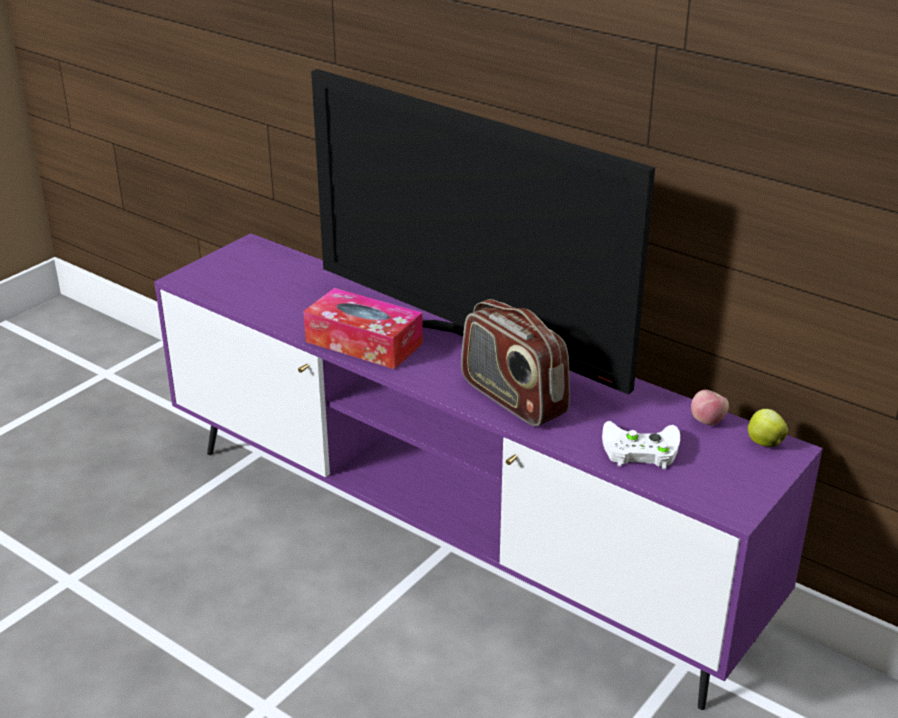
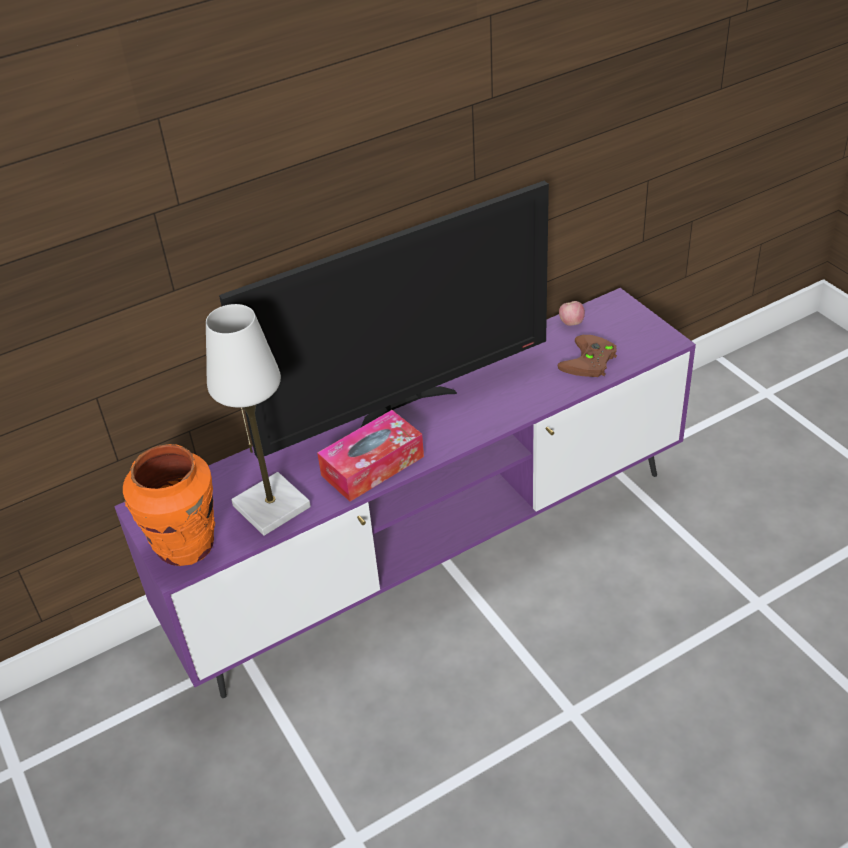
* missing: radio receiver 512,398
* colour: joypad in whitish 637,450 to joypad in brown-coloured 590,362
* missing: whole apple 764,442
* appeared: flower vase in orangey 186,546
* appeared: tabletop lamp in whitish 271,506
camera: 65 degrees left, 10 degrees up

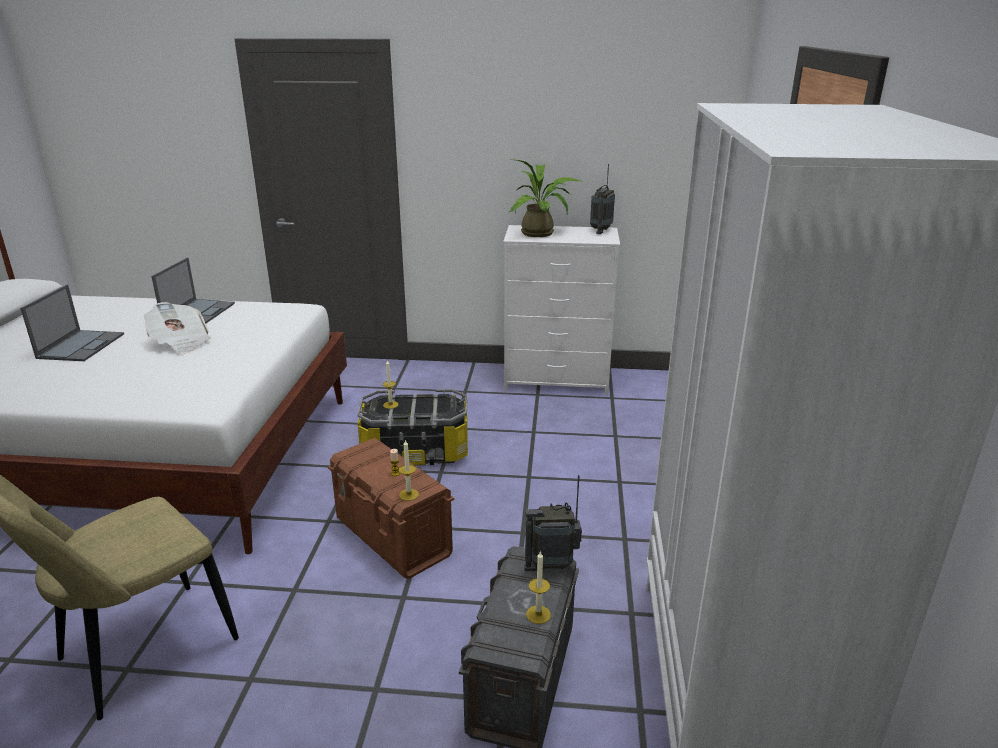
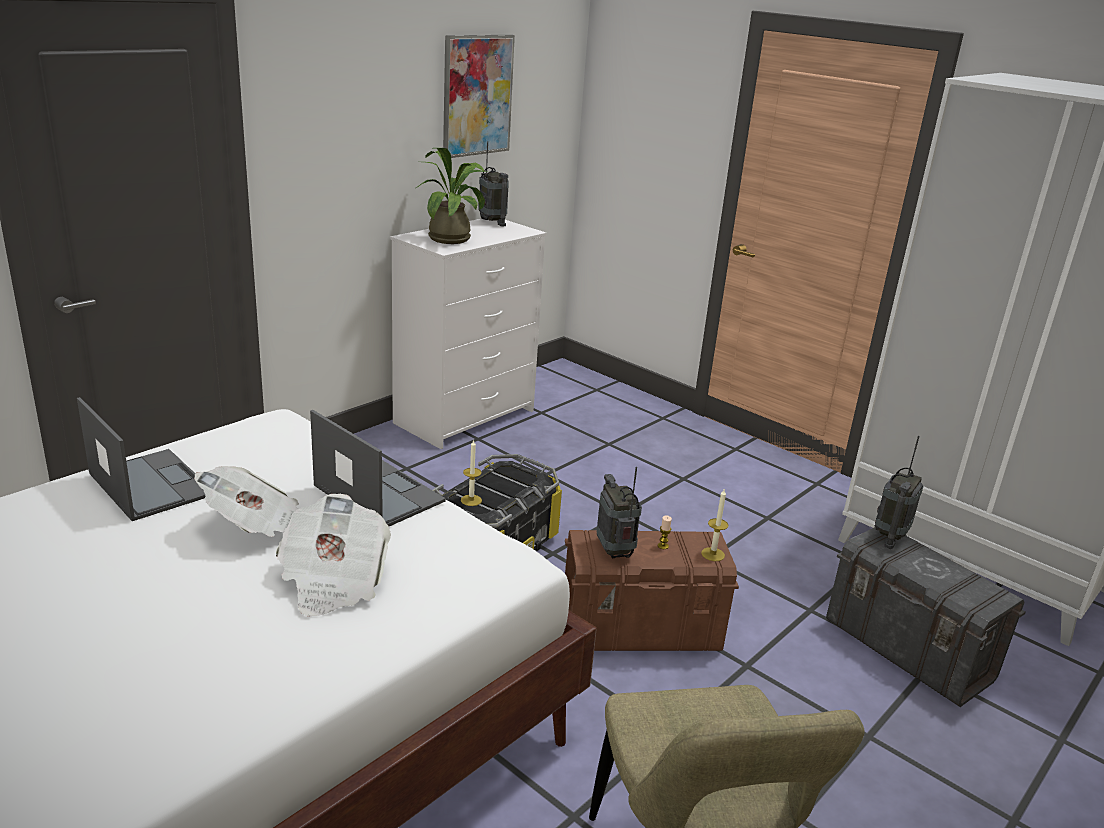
* relocated: notebook computer 81,345 to 377,493
* missing: wax candle 538,614
* appeared: daily paper 333,581
* appeared: wall picture 477,95
* appeared: radio receiver 614,552
camera: 55 degrees left, 0 degrees up

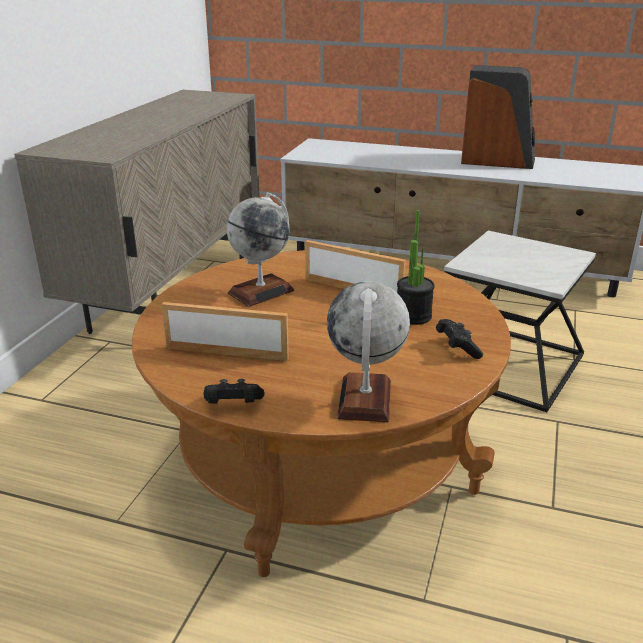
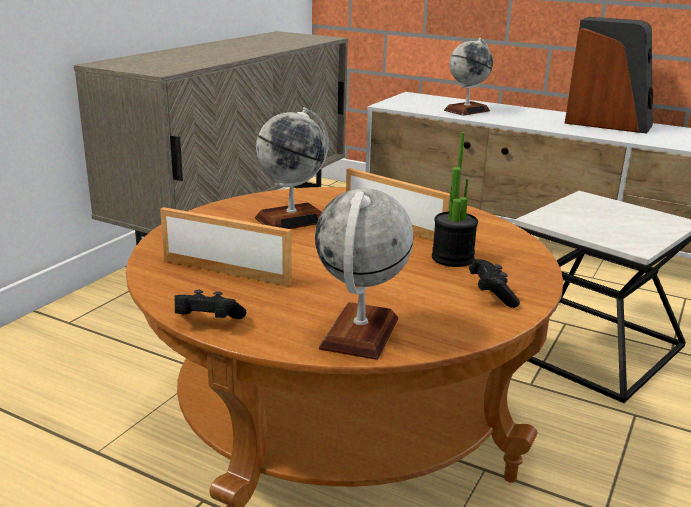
* appeared: globe 467,110
camera: 10 degrees right, 5 degrees down

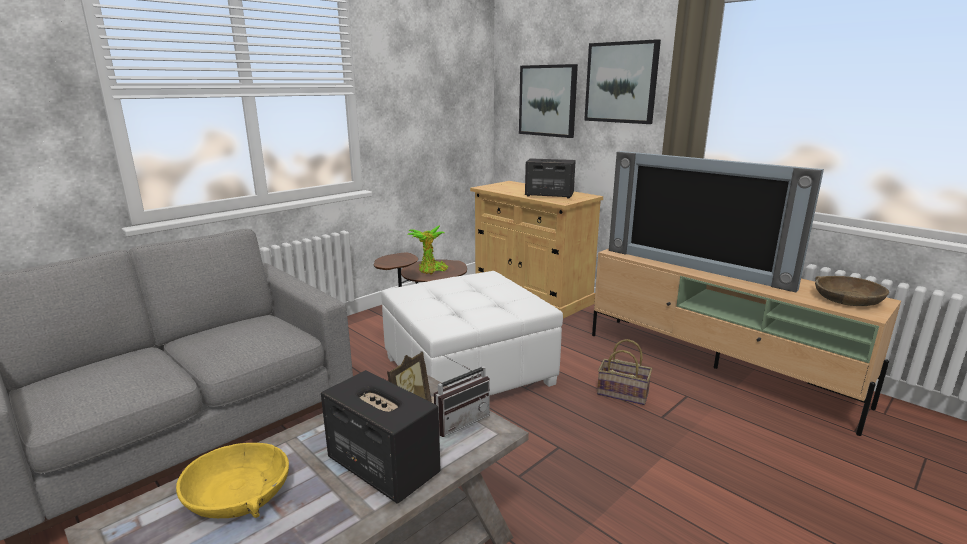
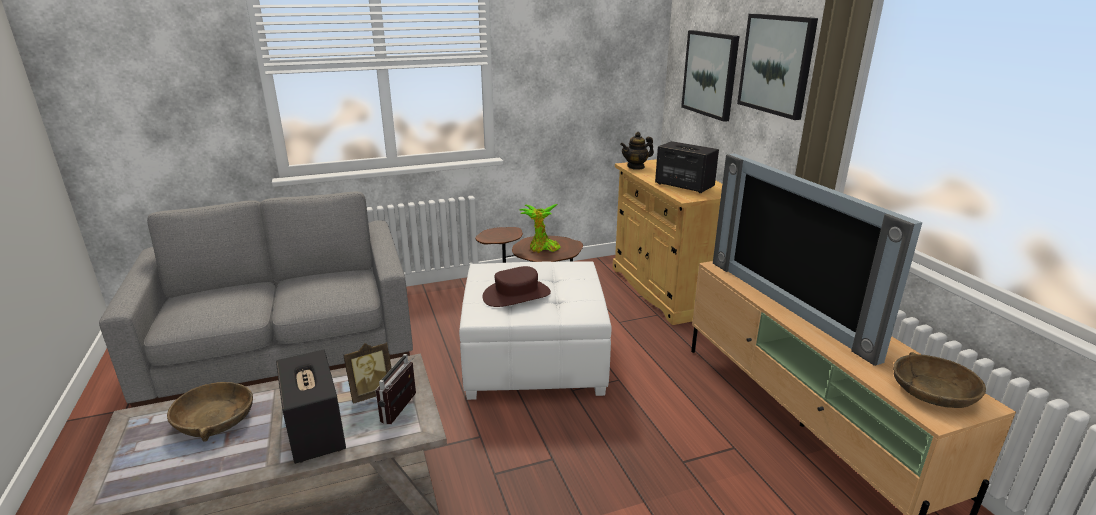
* colour: serving bowl in yellow 238,493 to serving bowl in brown-coloured 215,420
* spun: radio receiver 459,420 = 404,410 120 degrees clockwise
* missing: basket 624,393
* appeared: clothing hat in brown-coloured 516,295
* appeared: teapot 636,167
camera: 25 degrees right, 5 degrees up

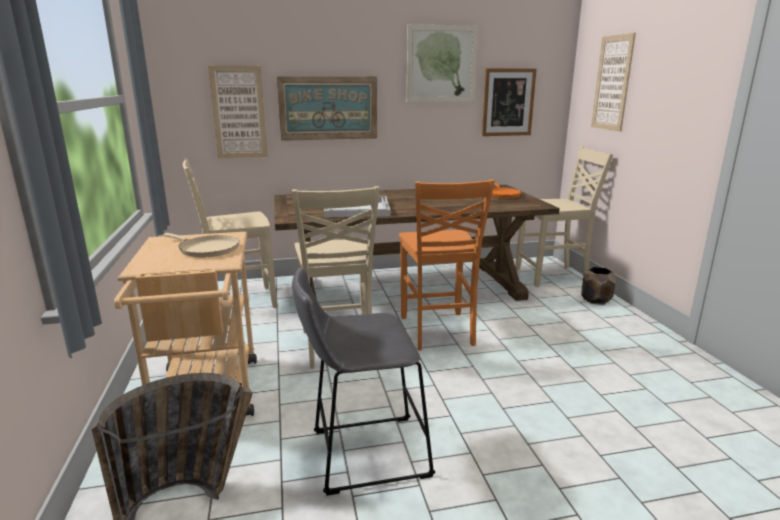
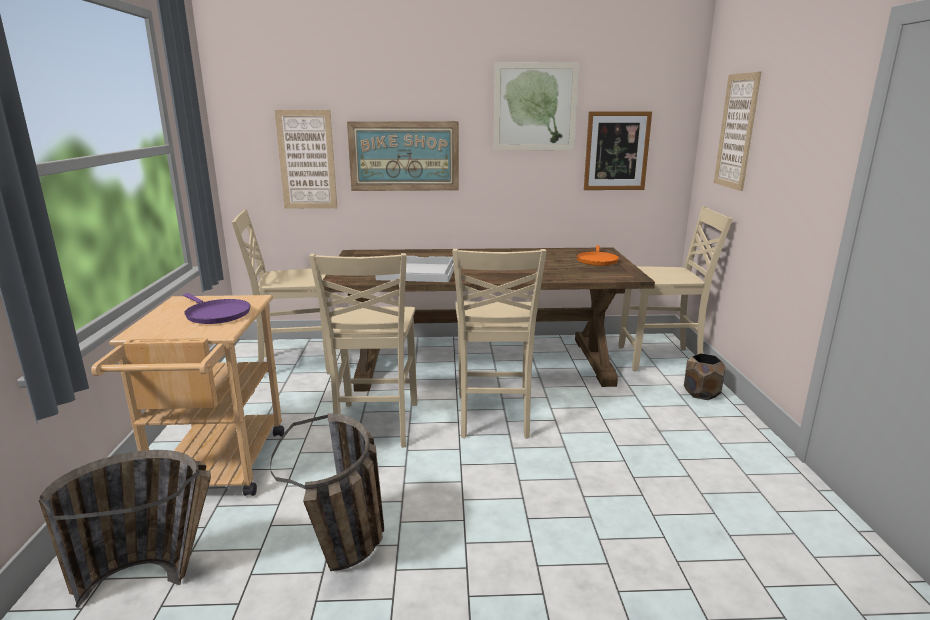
* colour: frying pan in sand-coloured 206,249 to frying pan in purple-coloured 216,314
* exchanged: sitting stool in grey 363,454 to basket 348,553
* colour: upright chair in orangey 438,331 to upright chair in sand-coloured 493,417
camera: 10 degrees right, 0 degrees up

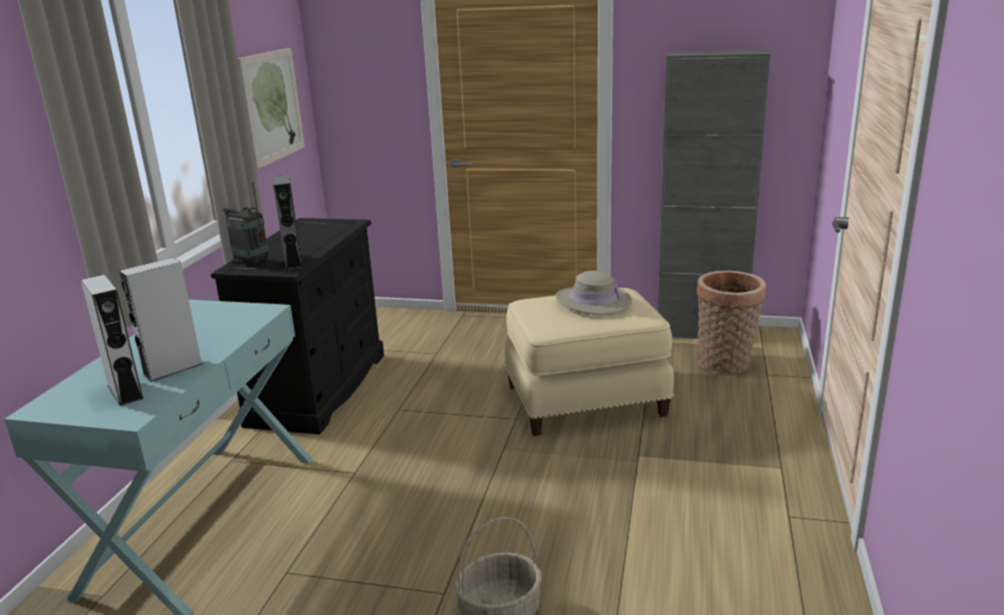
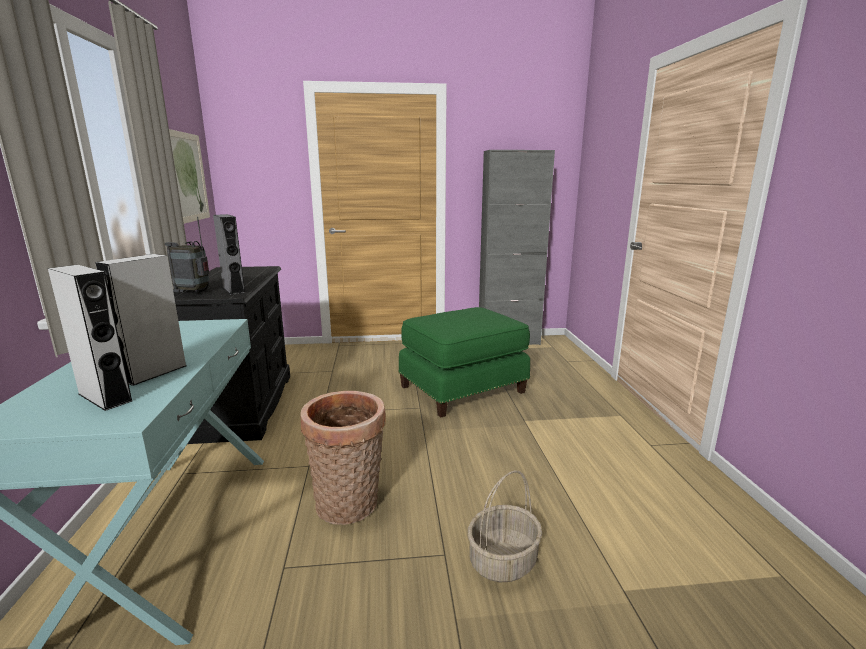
* colour: ottoman in sand-coloured 586,401 to ottoman in greenish 463,390
* missing: clothing hat in sand-coloured 593,301
* relocated: basket 725,365 to 349,506
camera: 20 degrees left, 5 degrees down

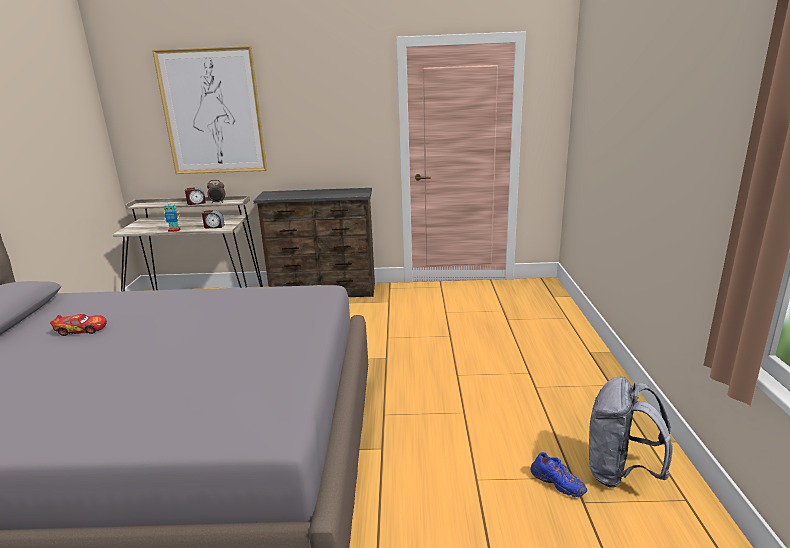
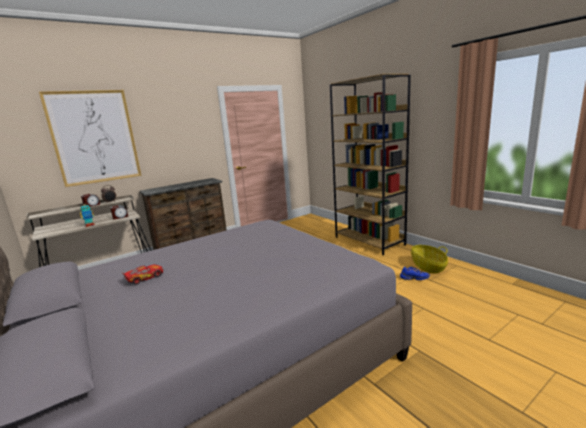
* exchanged: backpack in grey 619,473 to basket 428,266
* appeared: bookshelf in brown-coloured 369,241
camera: 35 degrees left, 5 degrees down

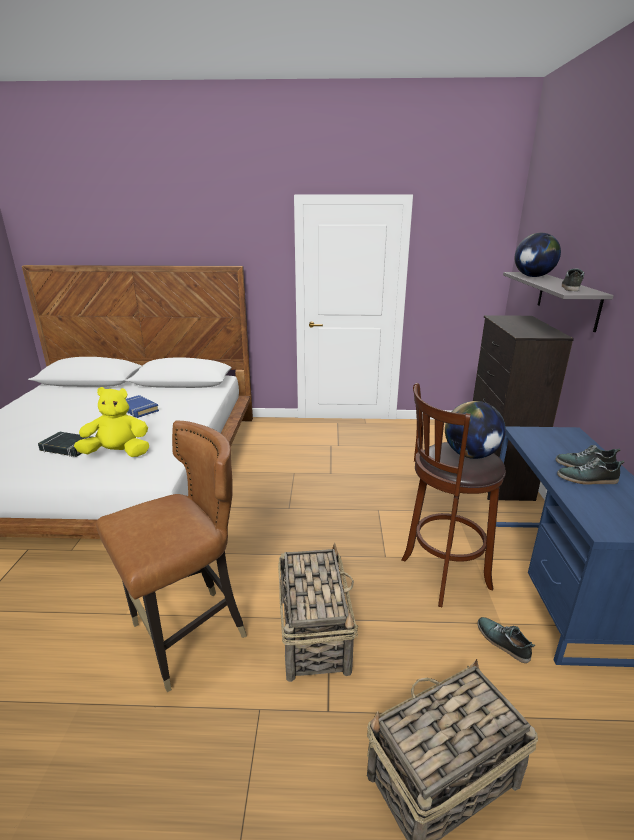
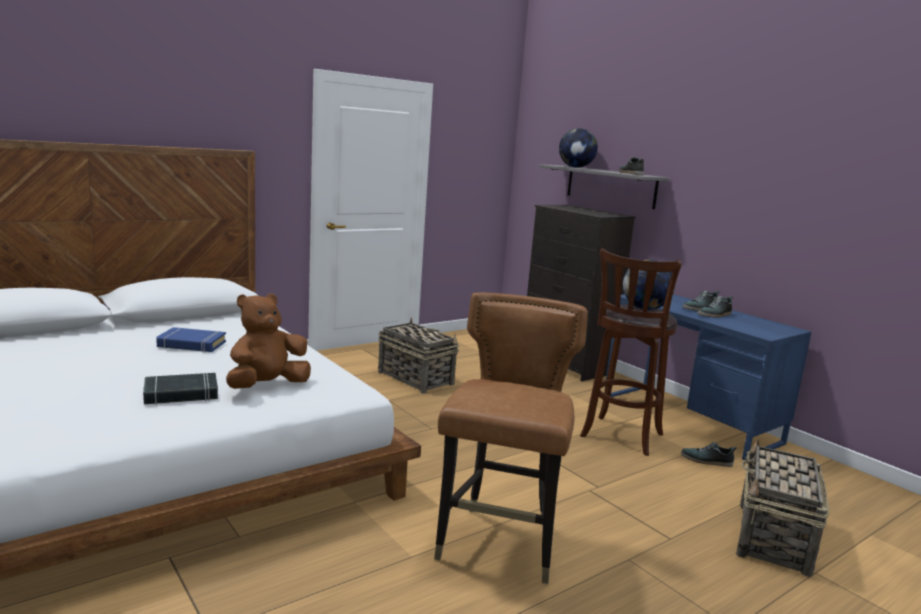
* colour: soft toy in yellow 118,453 to soft toy in brown-coloured 267,386
* relocated: basket 314,633 to 415,378
camera: 40 degrees left, 10 degrees down

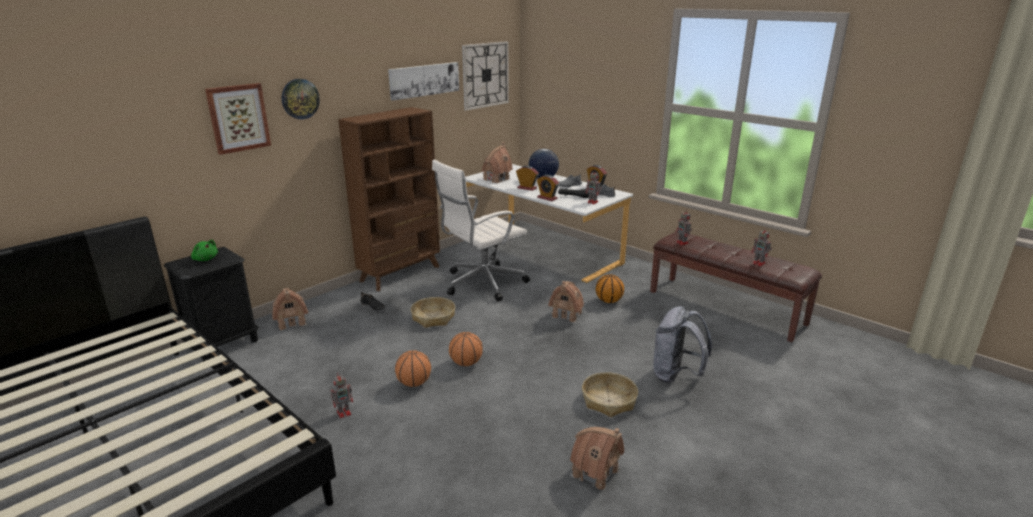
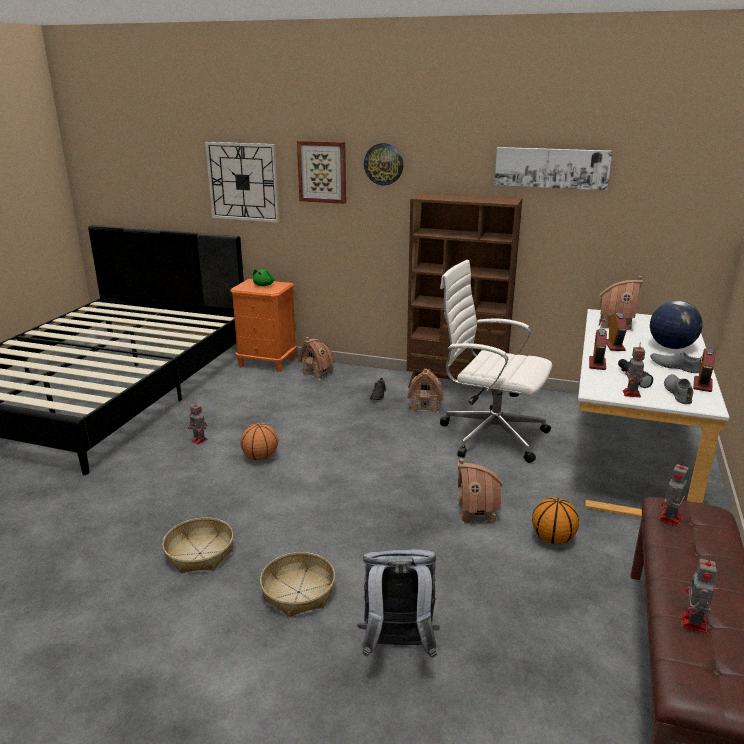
* colour: bedside table in black 224,343 to bedside table in orangey 267,362
* relocated: basket 433,318 to 199,553
* missing: ball for basketball 466,363
* relocated: hanging clock 485,75 to 243,182
* relocated: miniature house 595,473 to 425,406
camera: 65 degrees right, 0 degrees up

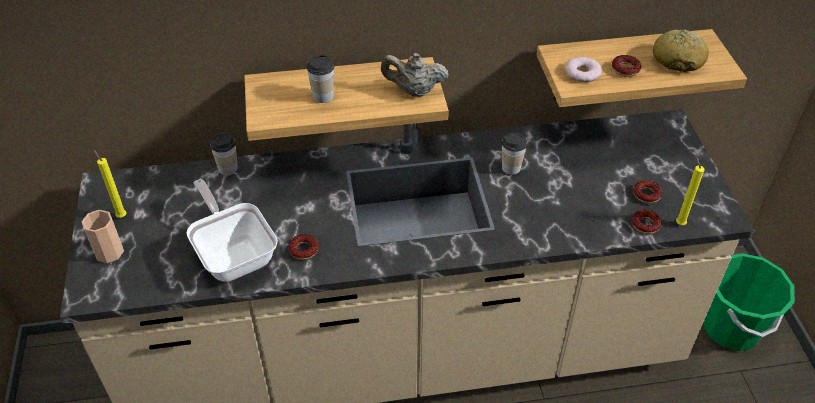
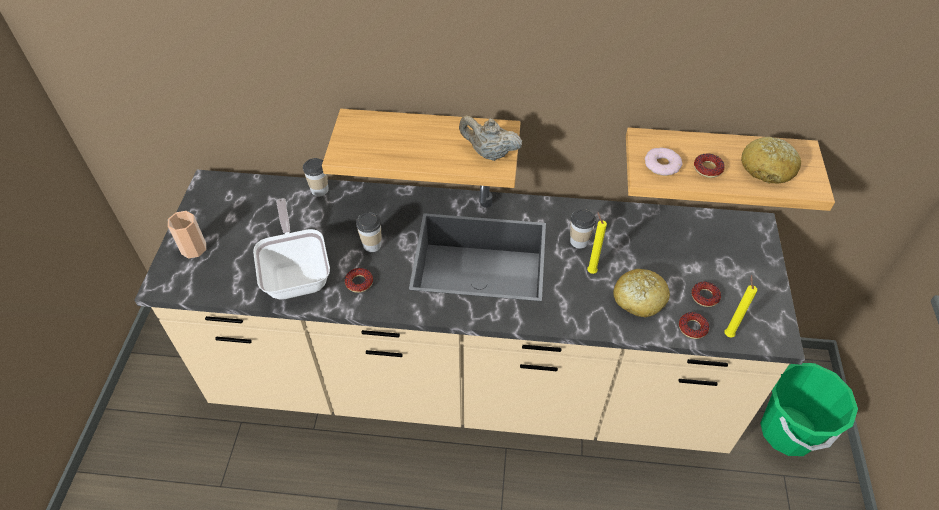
* relocated: wax candle in yellow 121,215 to 590,271
* relocated: drinking cup 323,96 to 372,245
* appeared: bakery bread 639,299
camera: 15 degrees right, 5 degrees up

